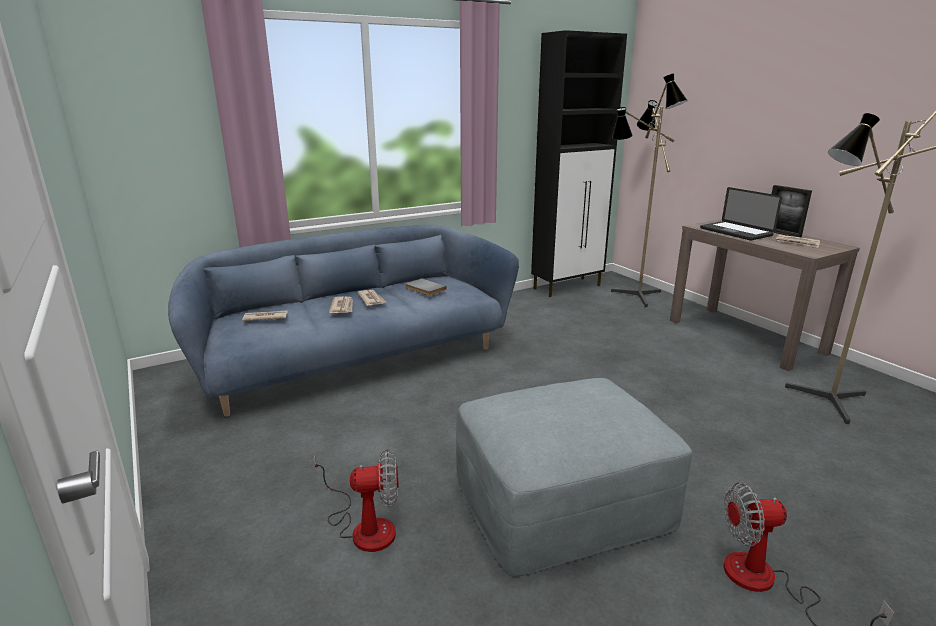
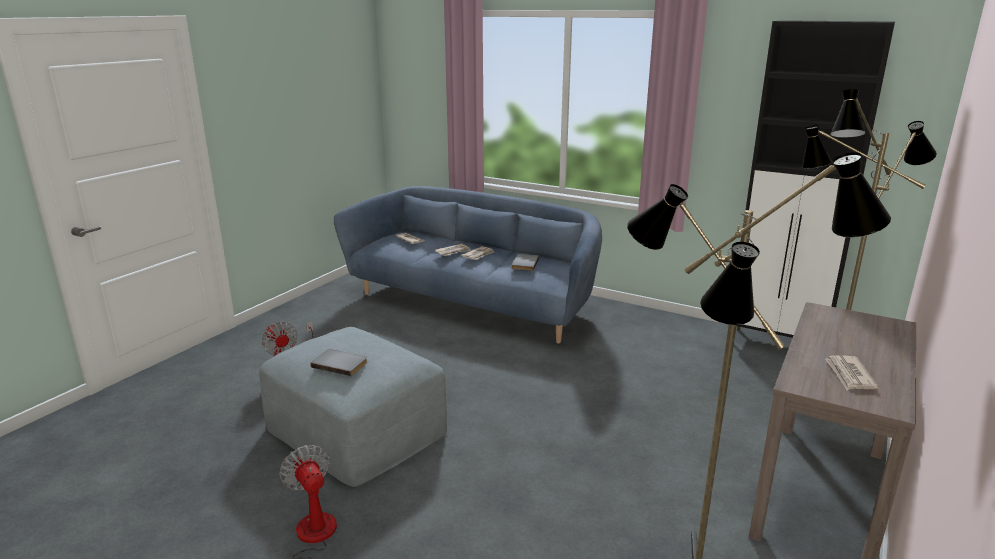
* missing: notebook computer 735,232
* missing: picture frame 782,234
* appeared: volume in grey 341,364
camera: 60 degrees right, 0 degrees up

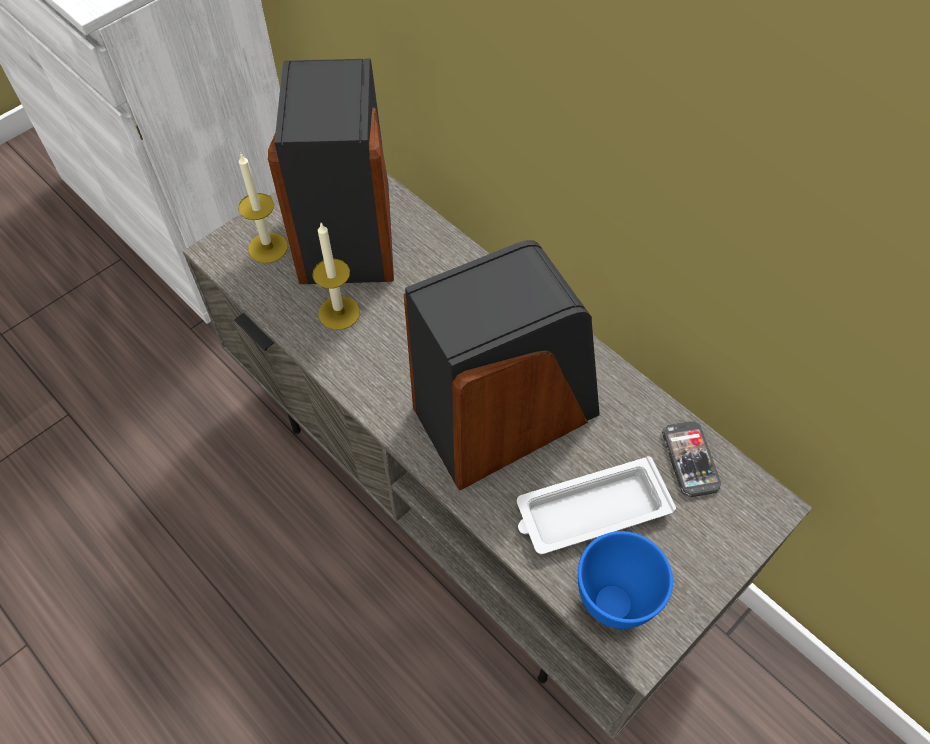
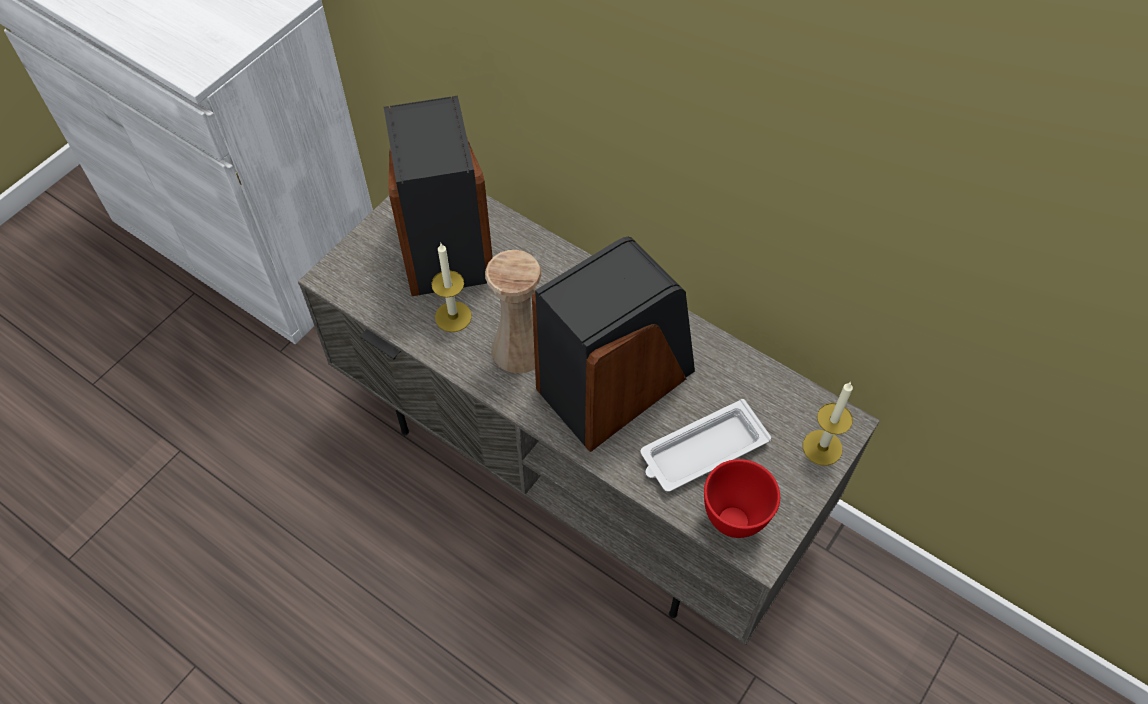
* relocated: wax candle 268,247 to 822,447
* colour: serving bowl in blue-coloured 613,606 to serving bowl in red 733,523
* missing: phone 690,460
* appeared: flower vase in sand-coloured 519,349
camera: 10 degrees left, 0 degrees up

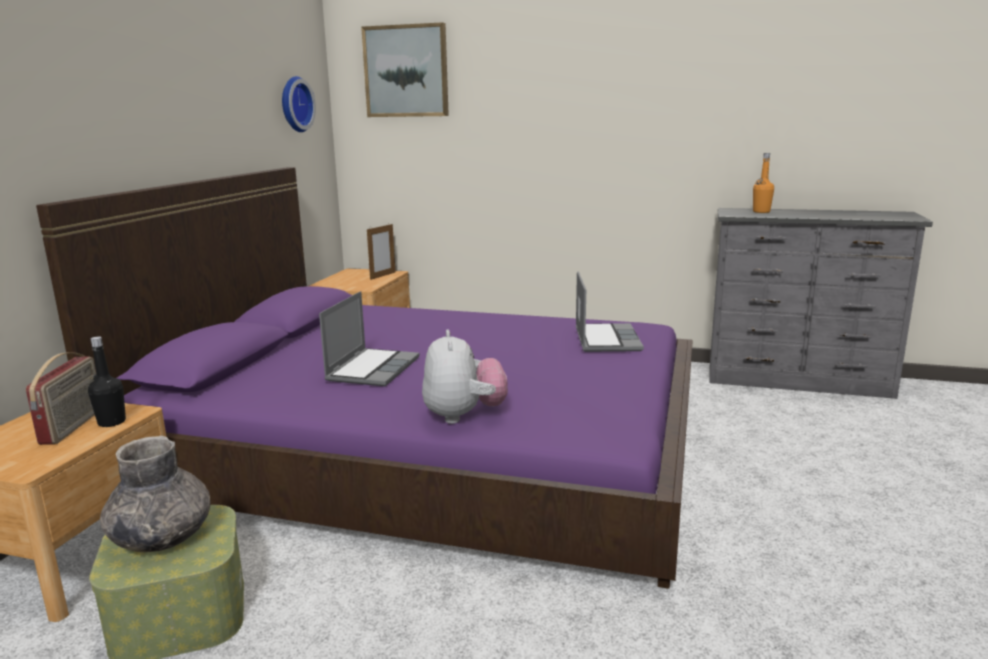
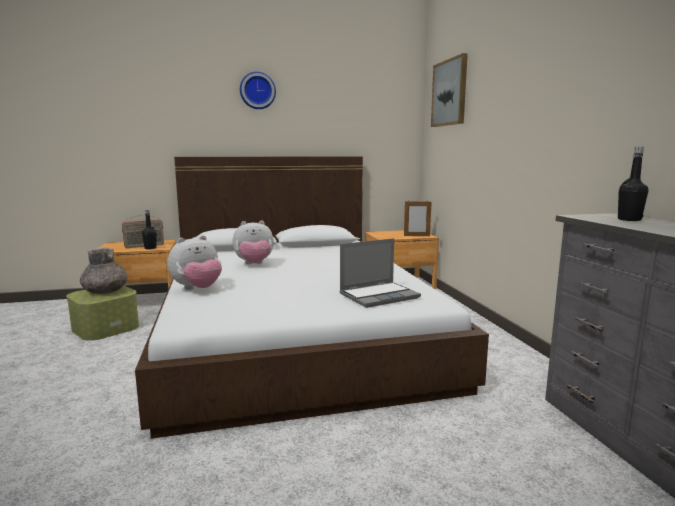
* colour: sleeping bed in purple-coloured 430,443 to sleeping bed in whitish 293,329
* relocated: hanging clock 294,104 to 257,91
* exchanged: notebook computer 372,369 to soft toy 254,264
* colour: drink bottle in orangey 761,212 to drink bottle in black 629,219
camera: 60 degrees right, 5 degrees down

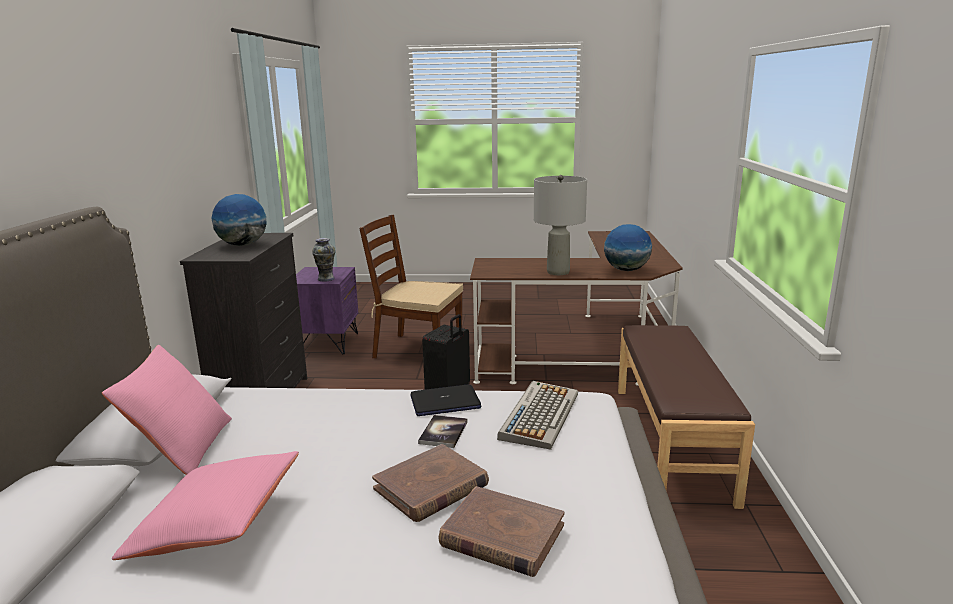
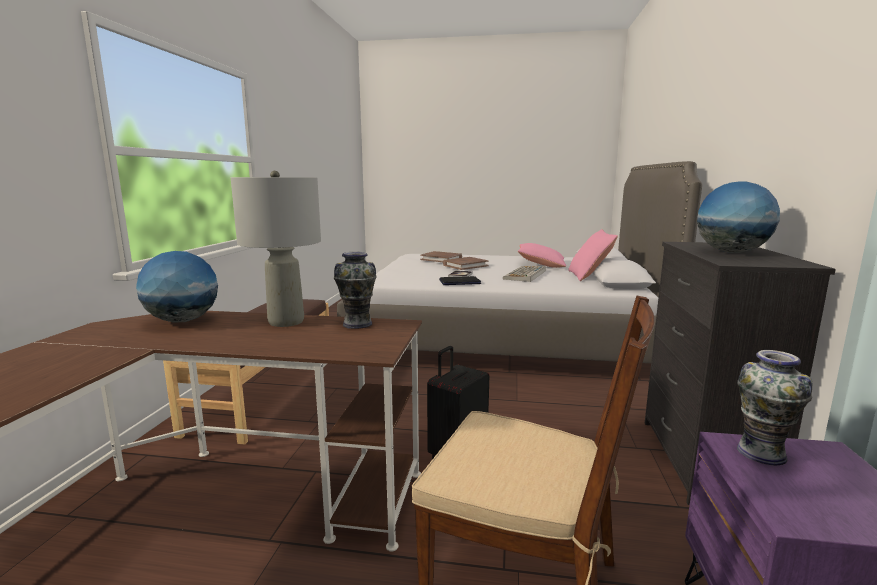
* relocated: PC keyboard 539,415 to 525,275
* appeared: flower vase 357,324
camera: 175 degrees left, 5 degrees down

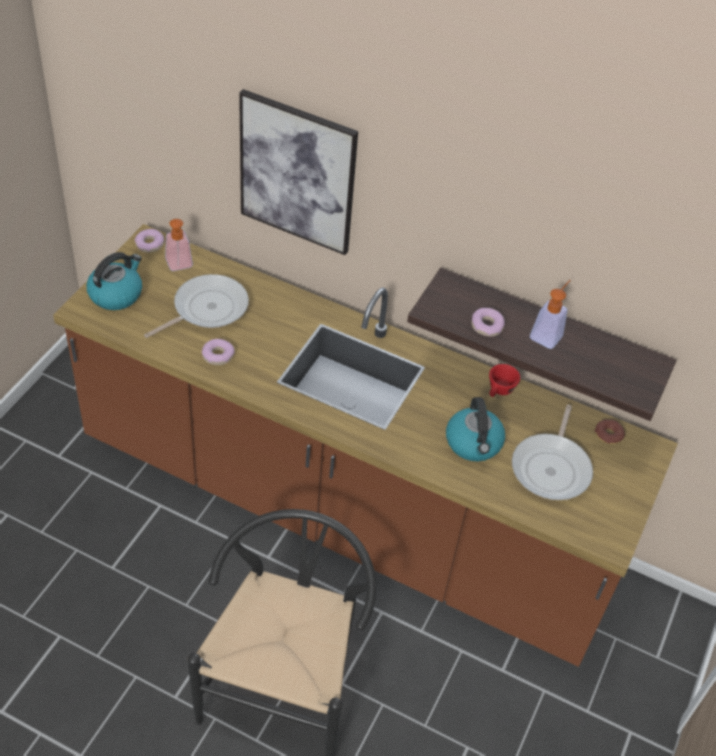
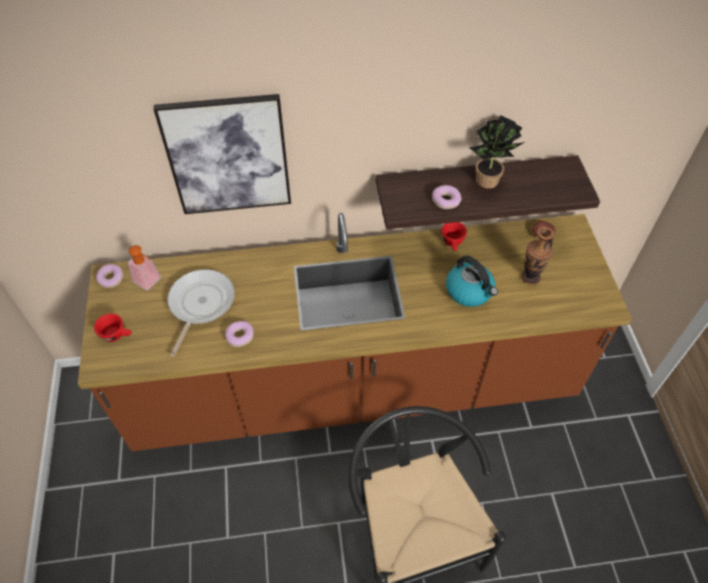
* exchanged: kettle 116,294 to drinking cup in red 117,335
* exchanged: frying pan 552,468 to flower vase 530,277
* exchanged: soap bottle 548,333 to potted plant 488,182
camera: 30 degrees left, 5 degrees up

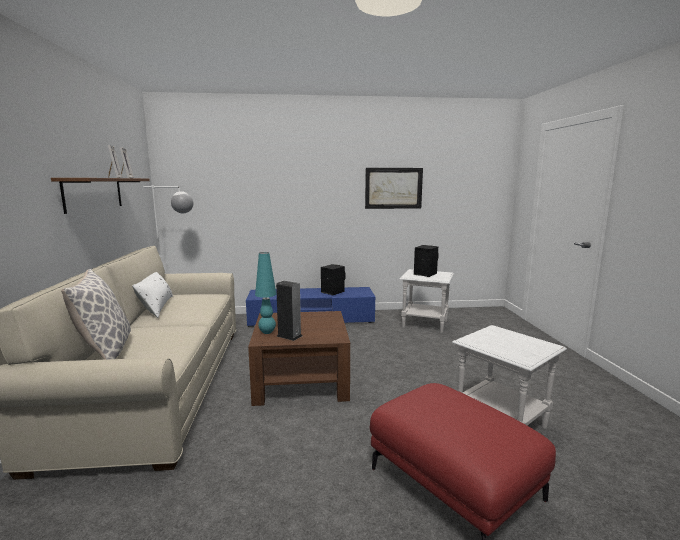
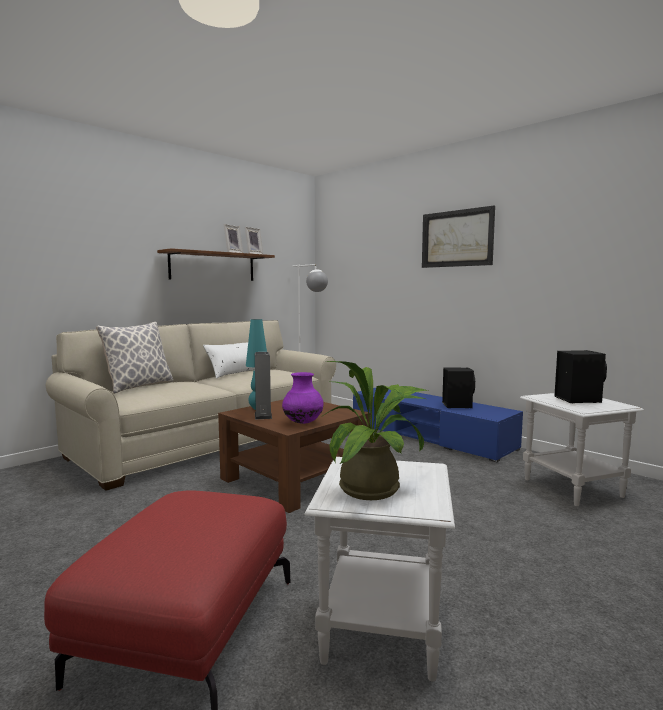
* relocated: wall picture 393,188 to 457,238
* appeared: flower vase in purple-coloured 303,423
* appeared: potted plant 376,488
camera: 50 degrees right, 5 degrees down

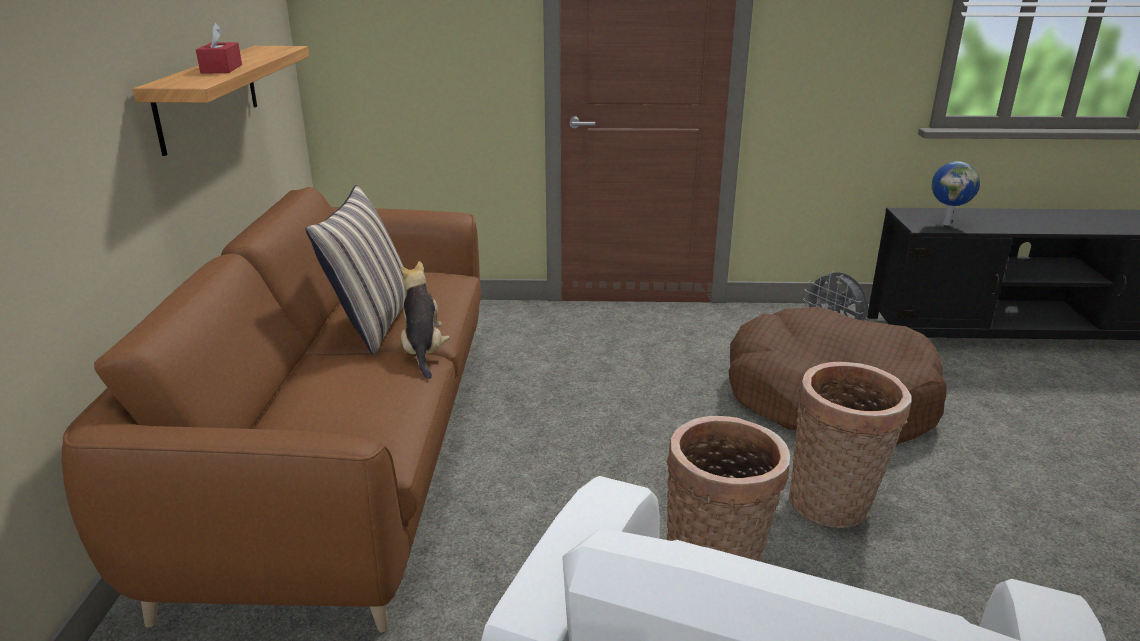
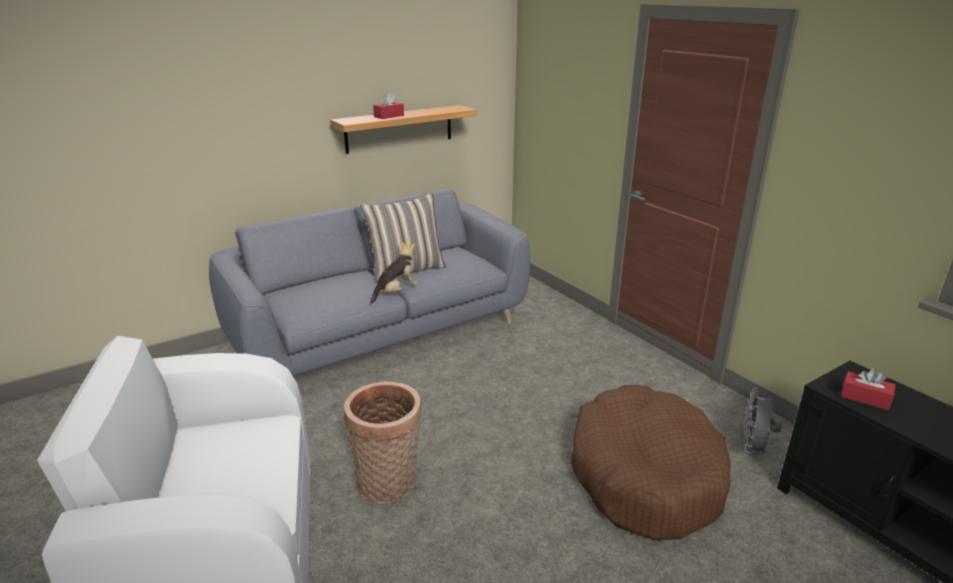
* colour: settee in brown-coloured 347,456 to settee in grey 381,335
* missing: basket 834,505
* exchanged: globe 947,224 to box of tissues in red 865,398
camera: 55 degrees right, 0 degrees up

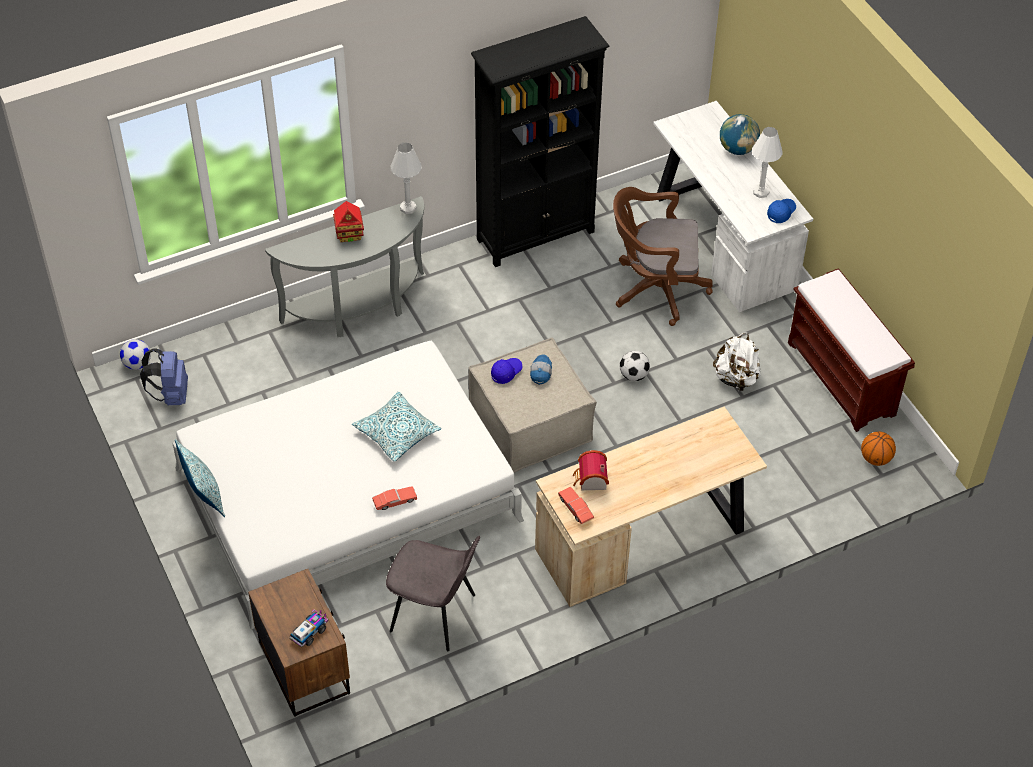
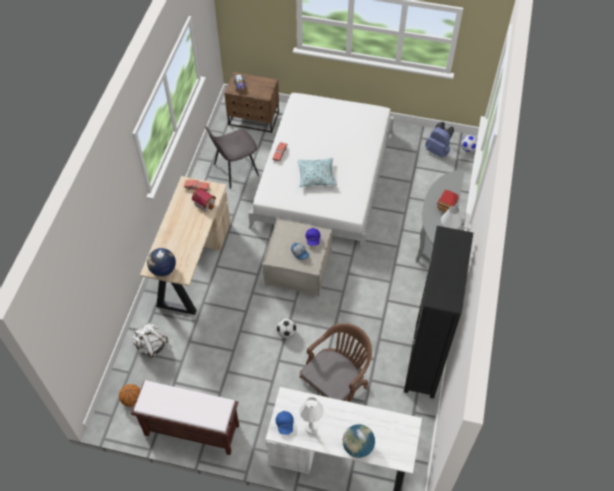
* missing: throw pillow 204,495
* relocated: backpack in whitish 736,378 to 151,346
* appeared: globe 163,270
camera: 130 degrees right, 5 degrees up

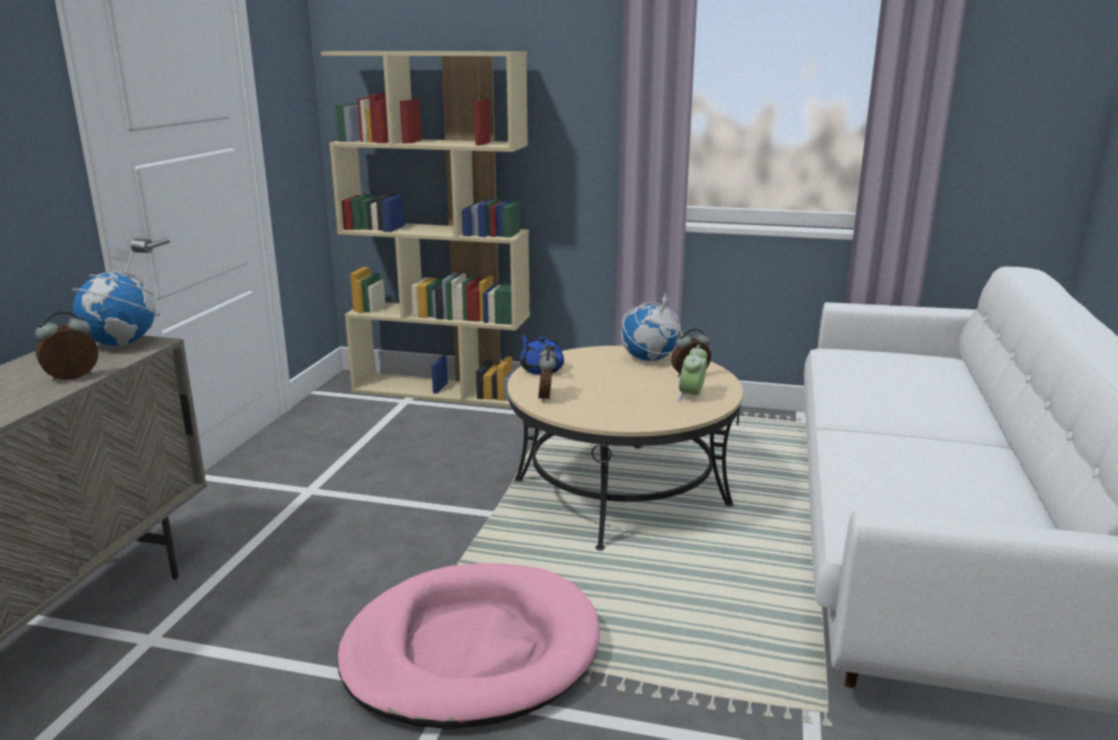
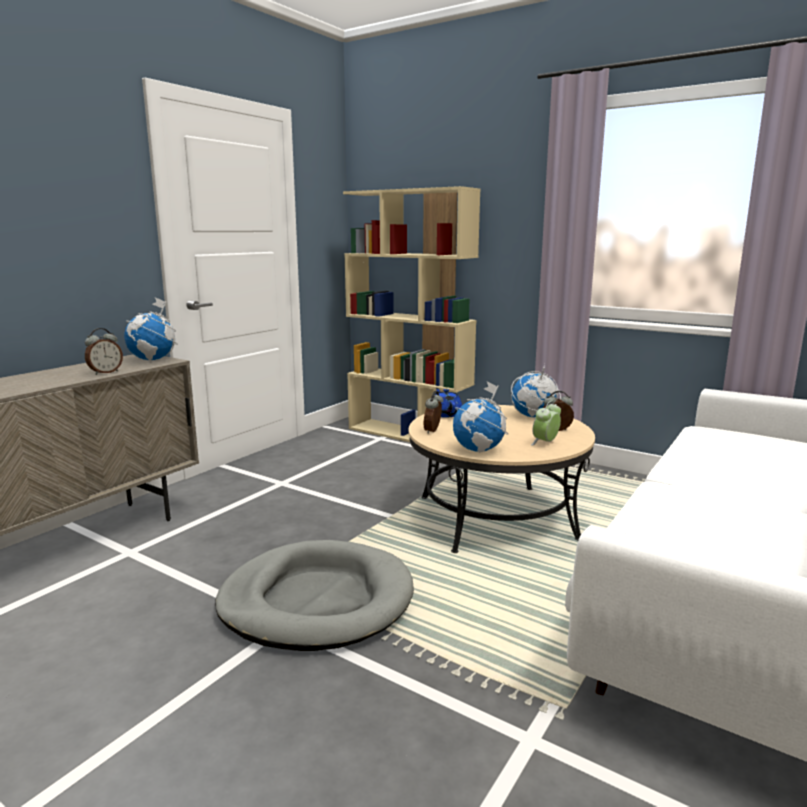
* spun: alarm clock 73,378 = 105,372 150 degrees clockwise
* colour: pet bed in pink 471,651 to pet bed in grey 317,601
* appeared: globe 479,450
camera: 20 degrees right, 5 degrees down

